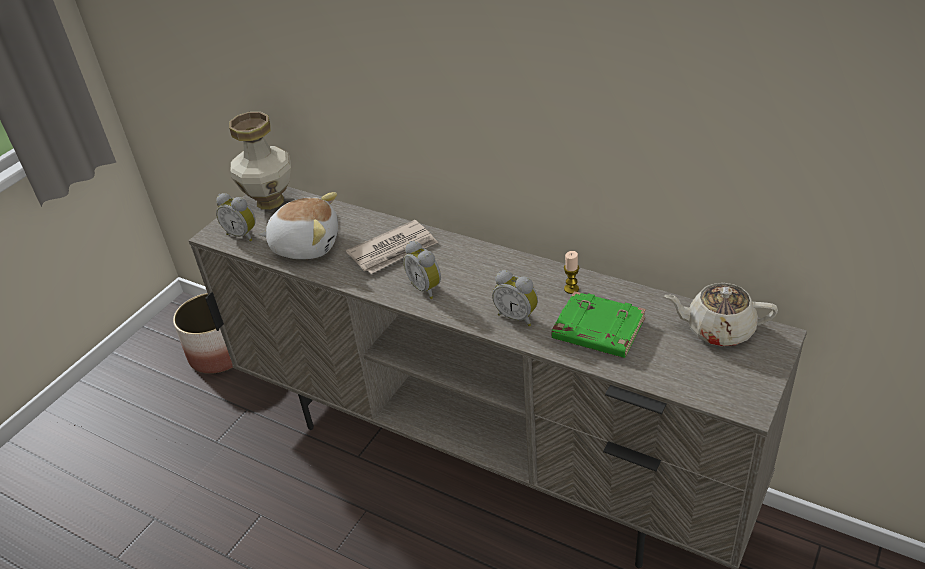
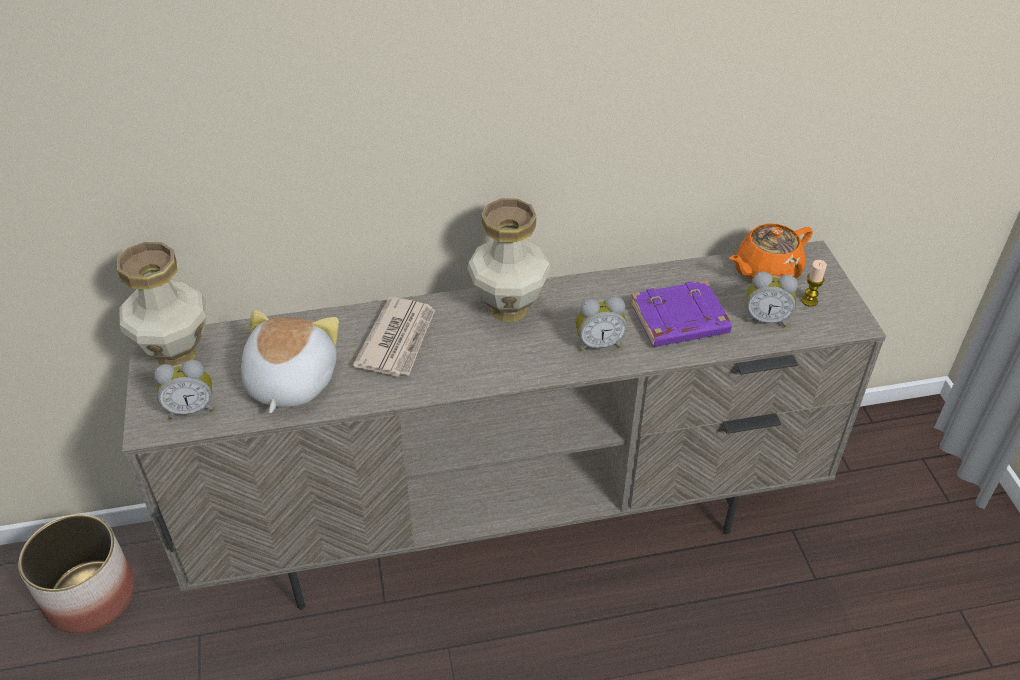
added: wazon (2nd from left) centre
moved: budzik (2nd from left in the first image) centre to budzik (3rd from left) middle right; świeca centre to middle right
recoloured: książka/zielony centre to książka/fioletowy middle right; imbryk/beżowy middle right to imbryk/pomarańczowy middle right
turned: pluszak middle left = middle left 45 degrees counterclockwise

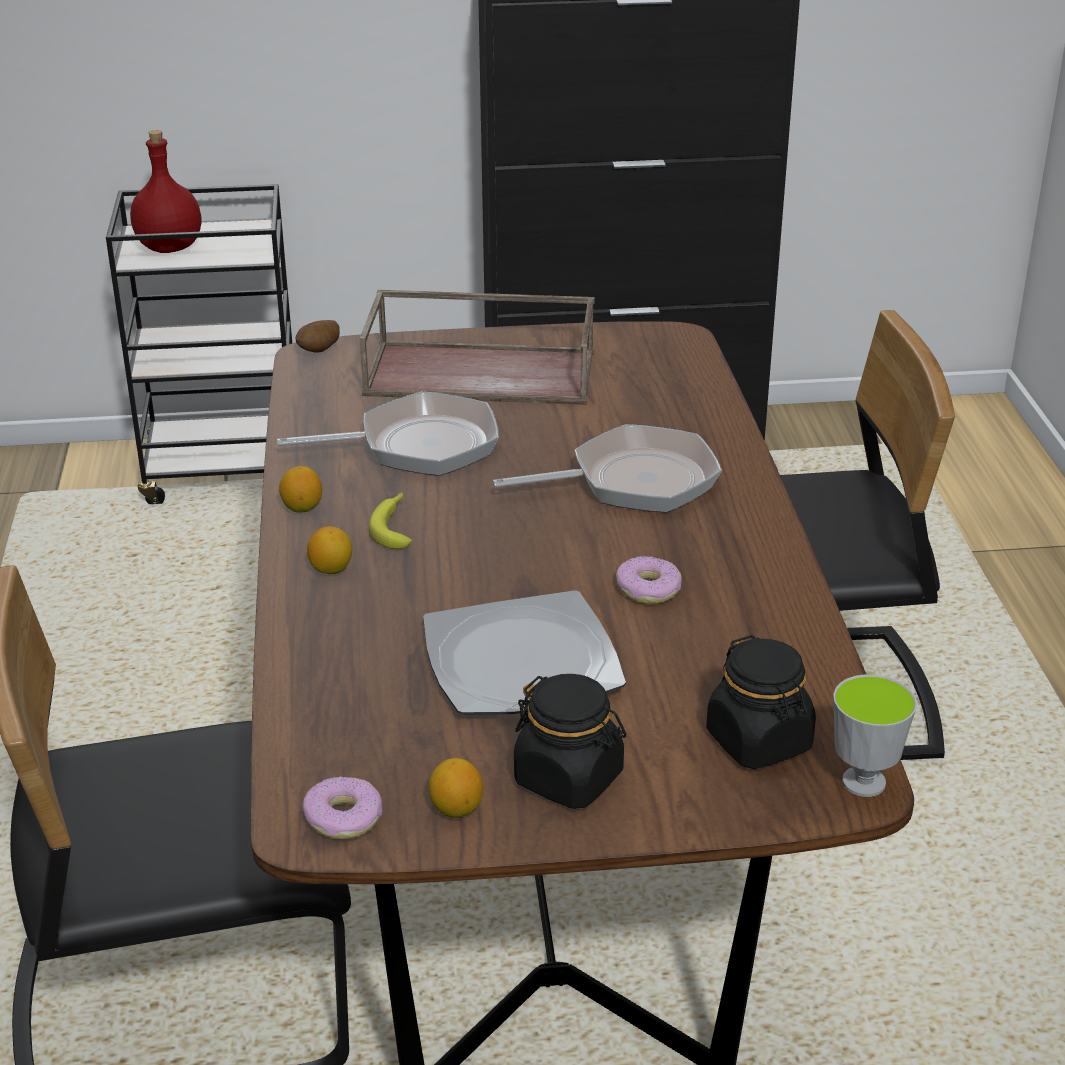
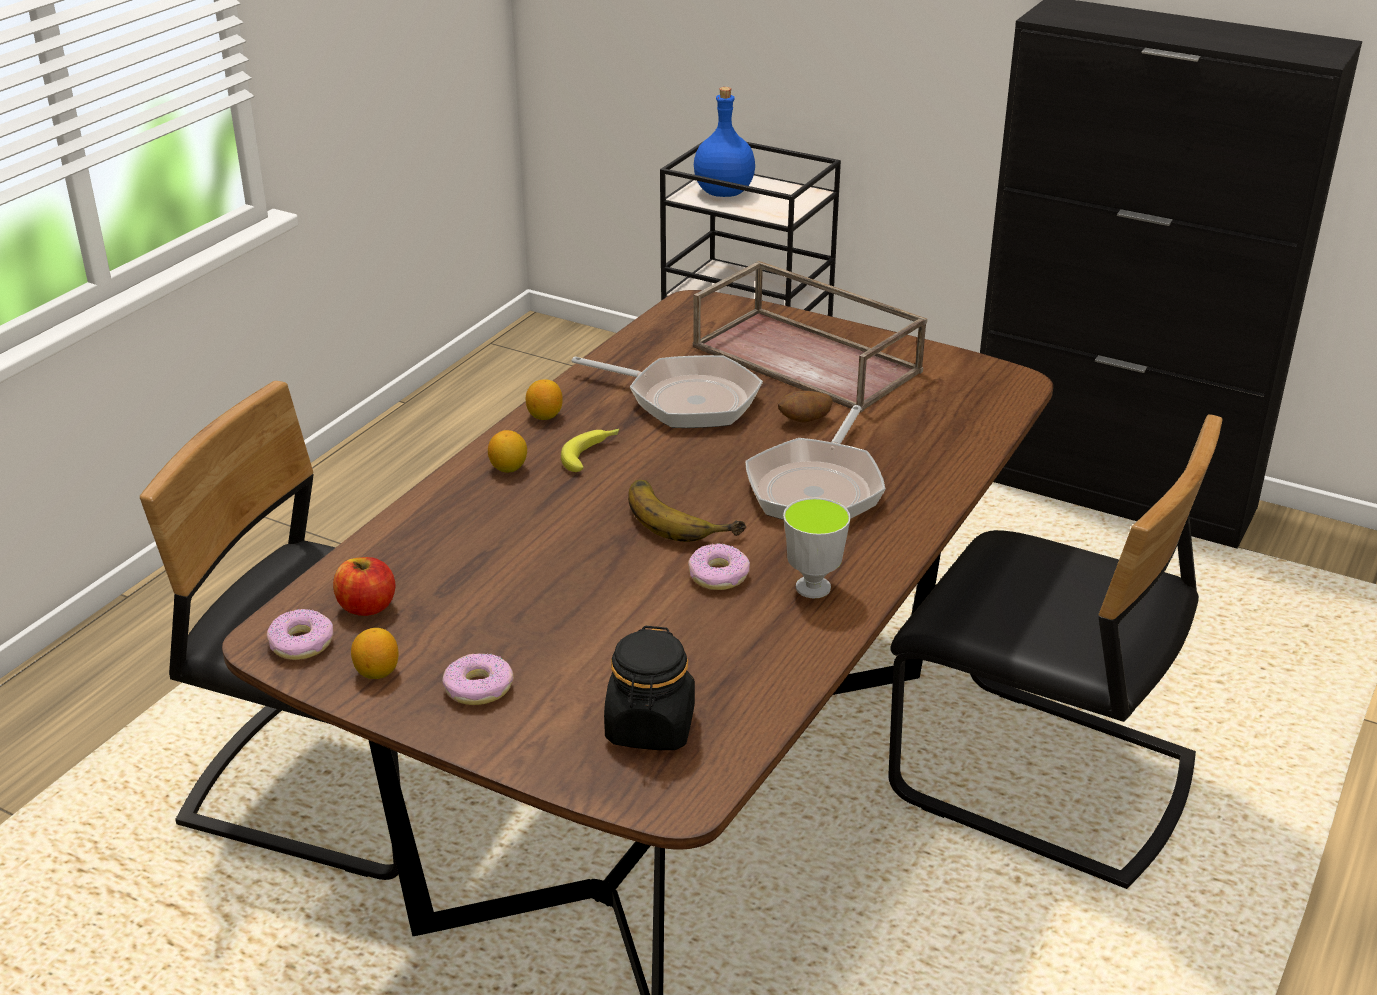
removed: talerz centre
added: jabłko middle left; banan (2nd from left) centre
moved: ziemniak top left to centre; filiżanka bottom right to centre
replaced: słoik/czarny (1st from left) bottom centre to donut (2nd from left) bottom centre
recoloured: butelka/czerwony top left to butelka/niebieski top centre
turned: patelnia (2nd from left) centre = centre 90 degrees clockwise

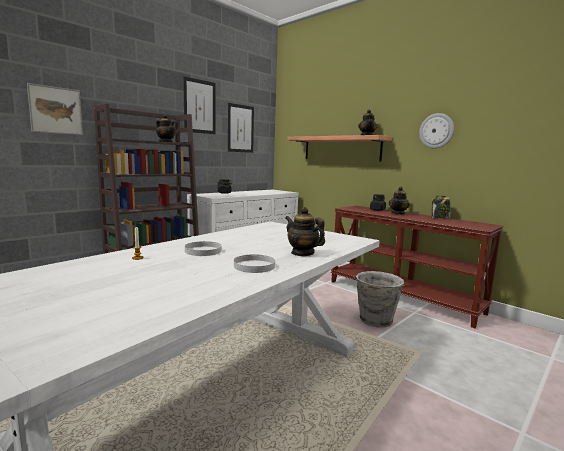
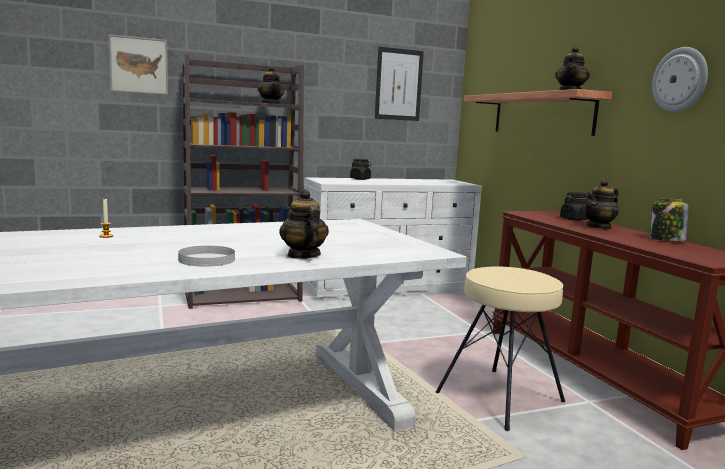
removed: obraz (2nd from left) top centre; talerz/biały (1st from left) centre
replaced: wiadro/szary middle right to stołek/beżowy bottom right

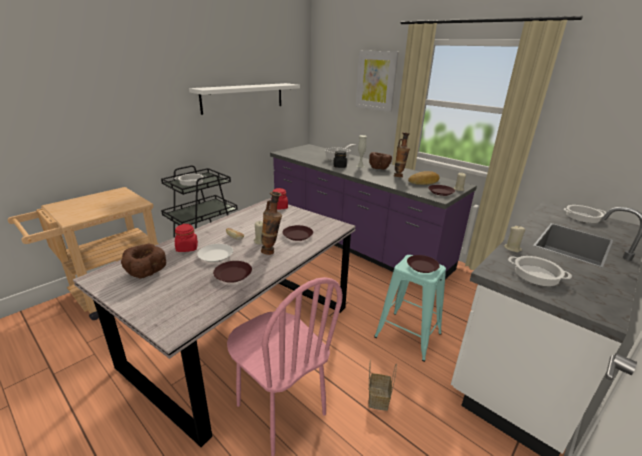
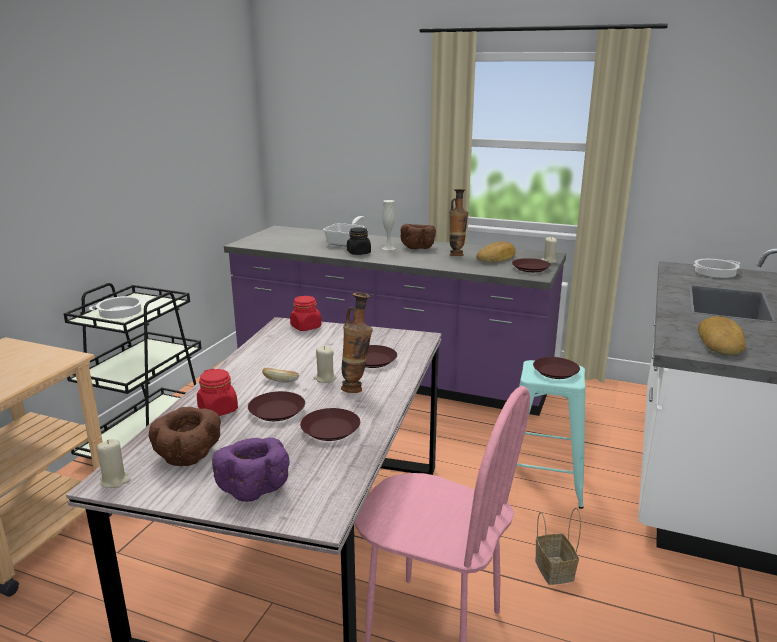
removed: półka/biały top centre; obraz top centre
added: miska/fioletowy bottom left
moved: świeca/beżowy (3rd from left in the first image) middle right to świeca/beżowy (1st from left) bottom left
replaced: garnek (2nd from left) middle right to chleb (3rd from left) middle right
recoloured: talerz/biały centre to talerz/brązowy (1st from left) centre

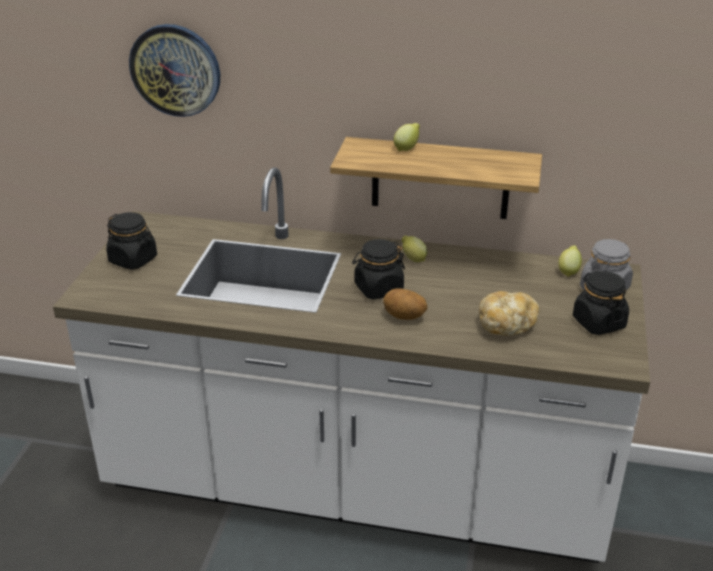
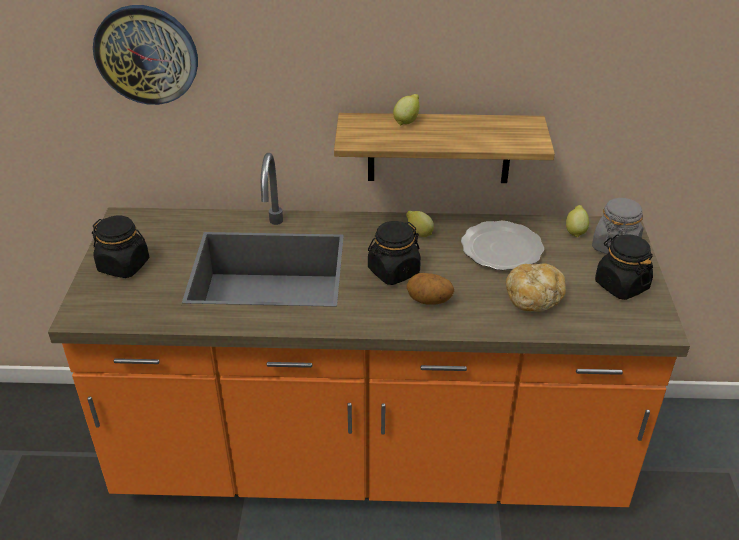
added: talerz middle right
recoloured: zabudowa kuchenna/biały centre to zabudowa kuchenna/pomarańczowy centre

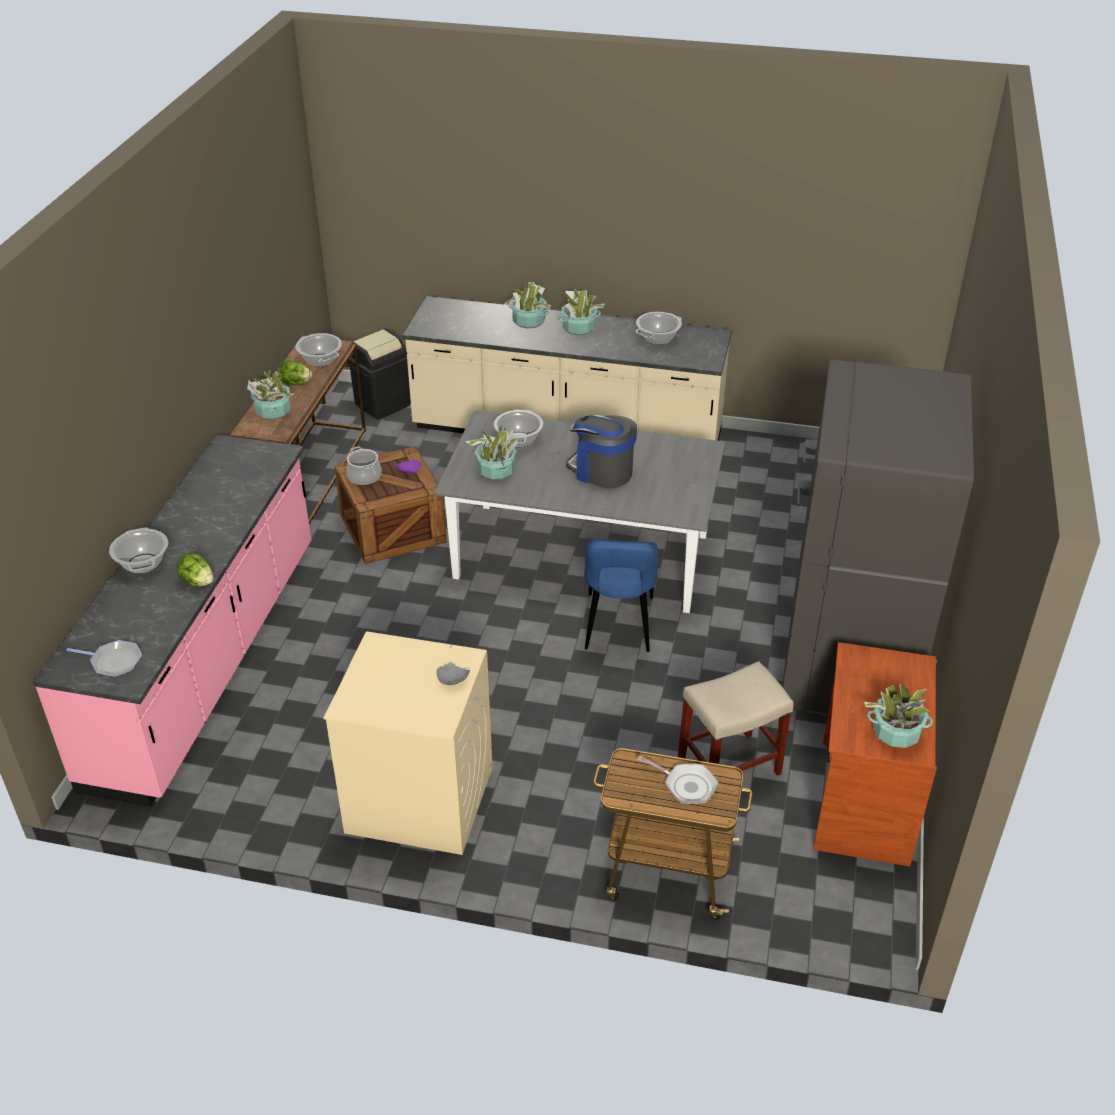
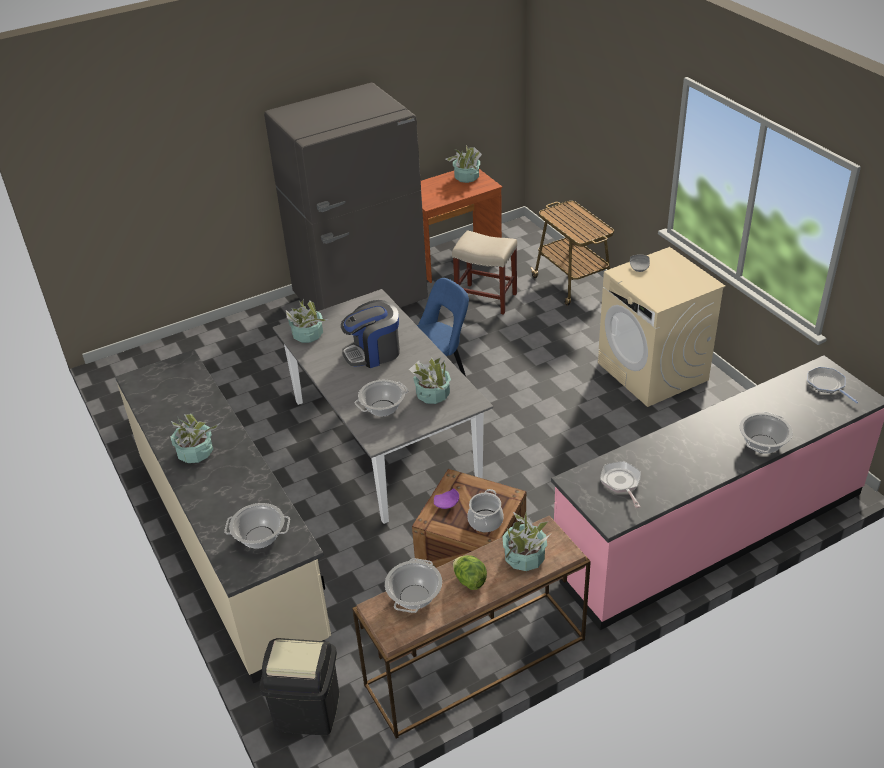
removed: sałata (1st from left) middle left
moved: garnek (5th from left in the first image) top centre to garnek (1st from left) bottom left; roślina doniczkowa (3rd from left in the first image) top centre to roślina doniczkowa (2nd from left) centre; patelnia (2nd from left in the first image) bottom centre to patelnia (1st from left) middle right
turned: ekspres do kawy centre = centre 75 degrees clockwise

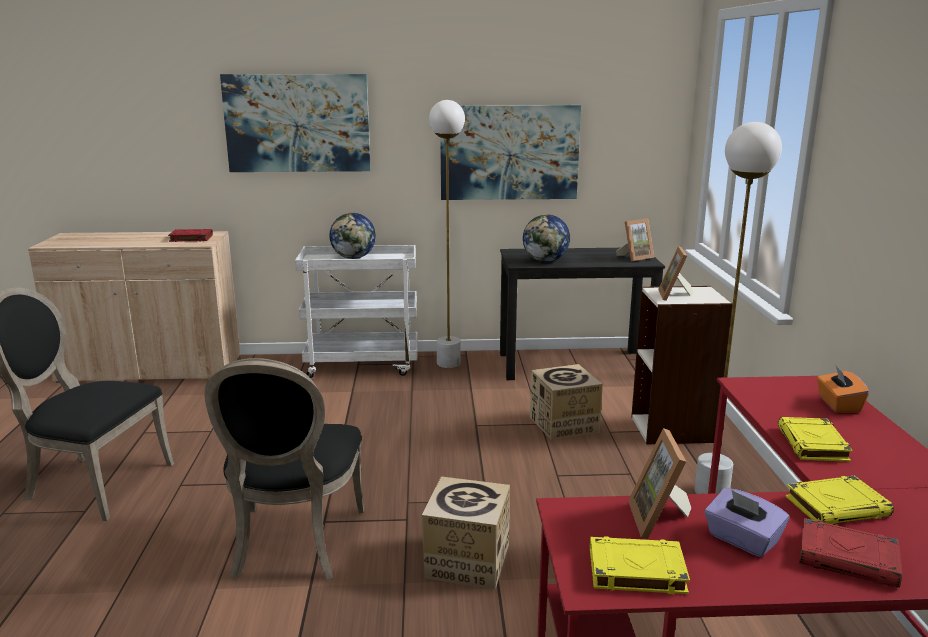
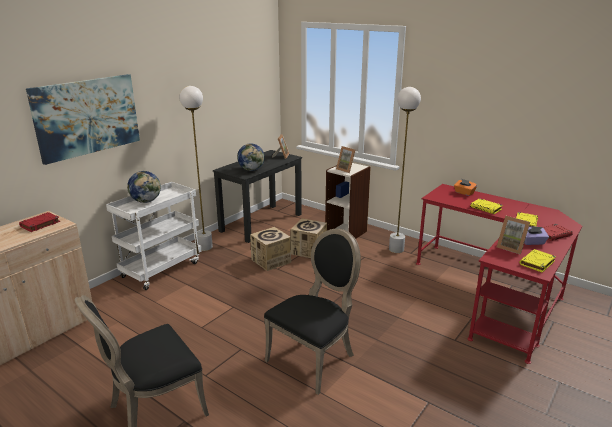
removed: obraz (2nd from left) top centre
moved: karton (1st from left) bottom centre to centre
turned: krzesło/czarny (2nd from left) bottom left = bottom centre 90 degrees counterclockwise

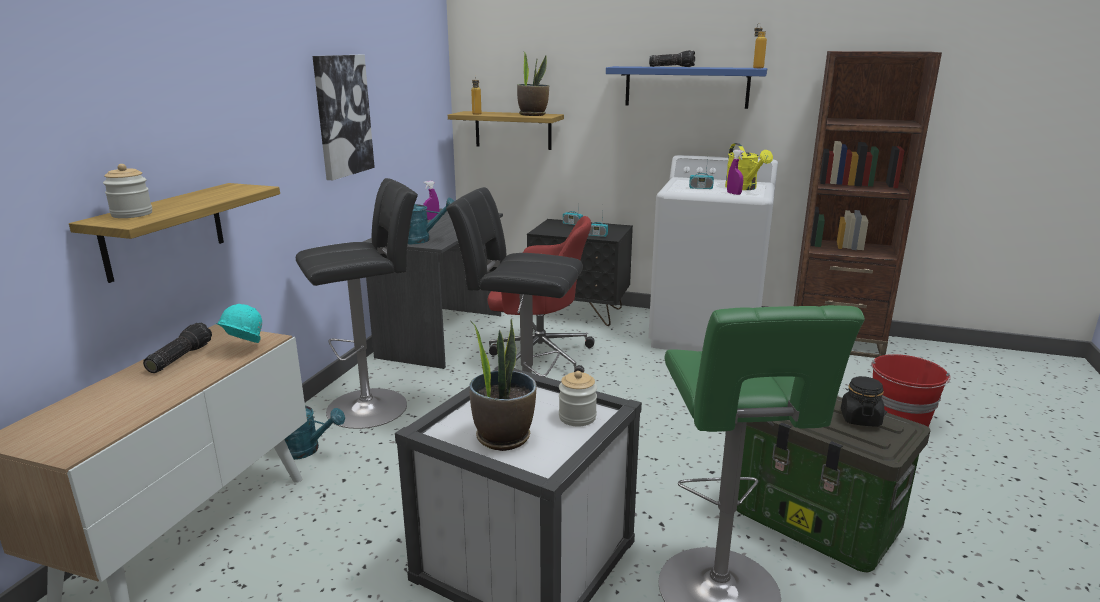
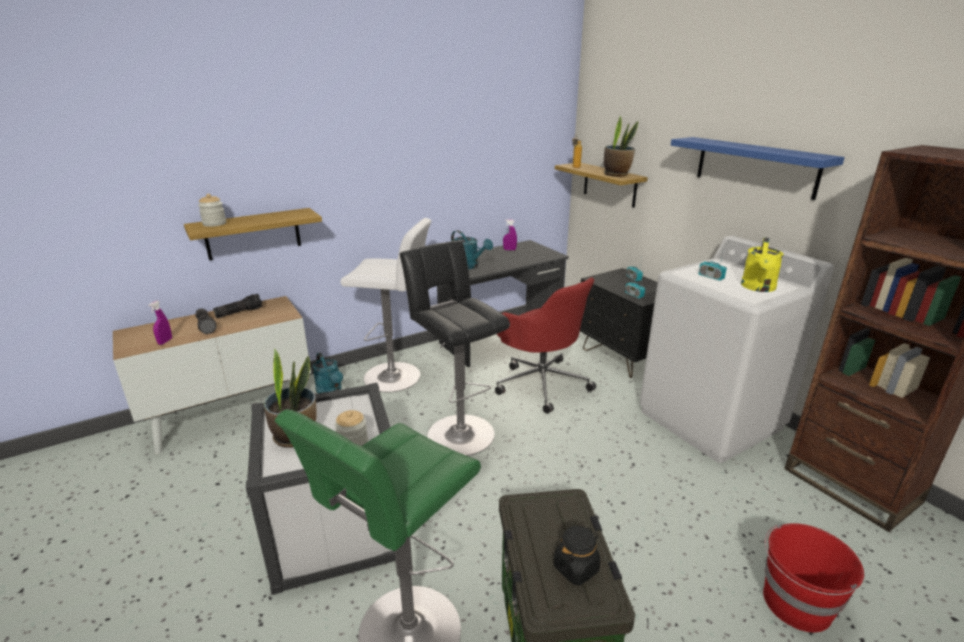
removed: kask/turkusowy middle left; obraz top left; butelka (2nd from left) top right
moved: spryskiwacz/fioletowy (2nd from left in the first image) top right to spryskiwacz/fioletowy (1st from left) middle left; latarka (2nd from left in the first image) top centre to latarka (1st from left) middle left
recoloured: stołek/czarny (1st from left) middle left to stołek/biały centre

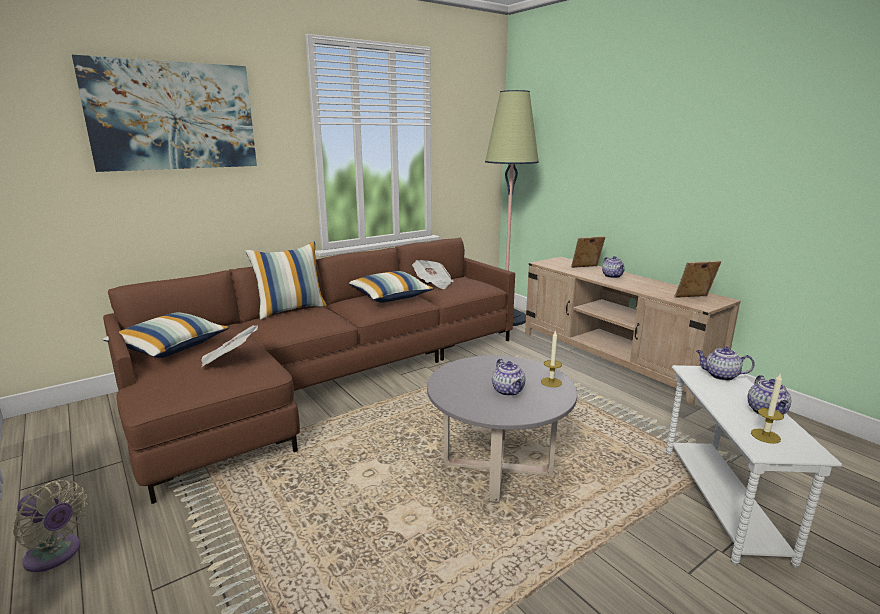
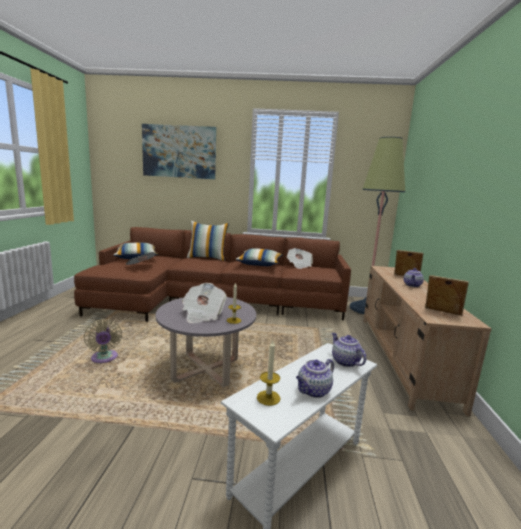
moved: wentylator/beżowy bottom left to middle left
replaced: imbryk (1st from left) centre to gazeta (2nd from left) centre

